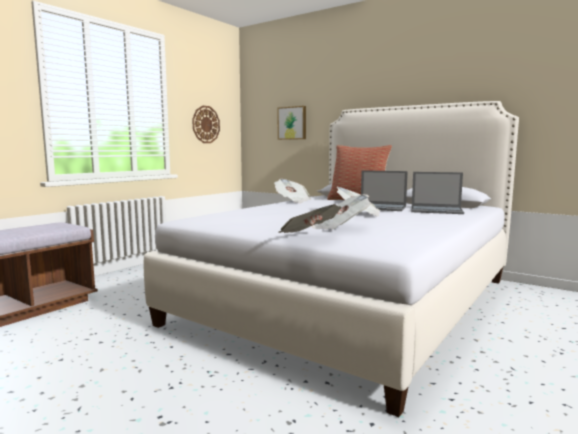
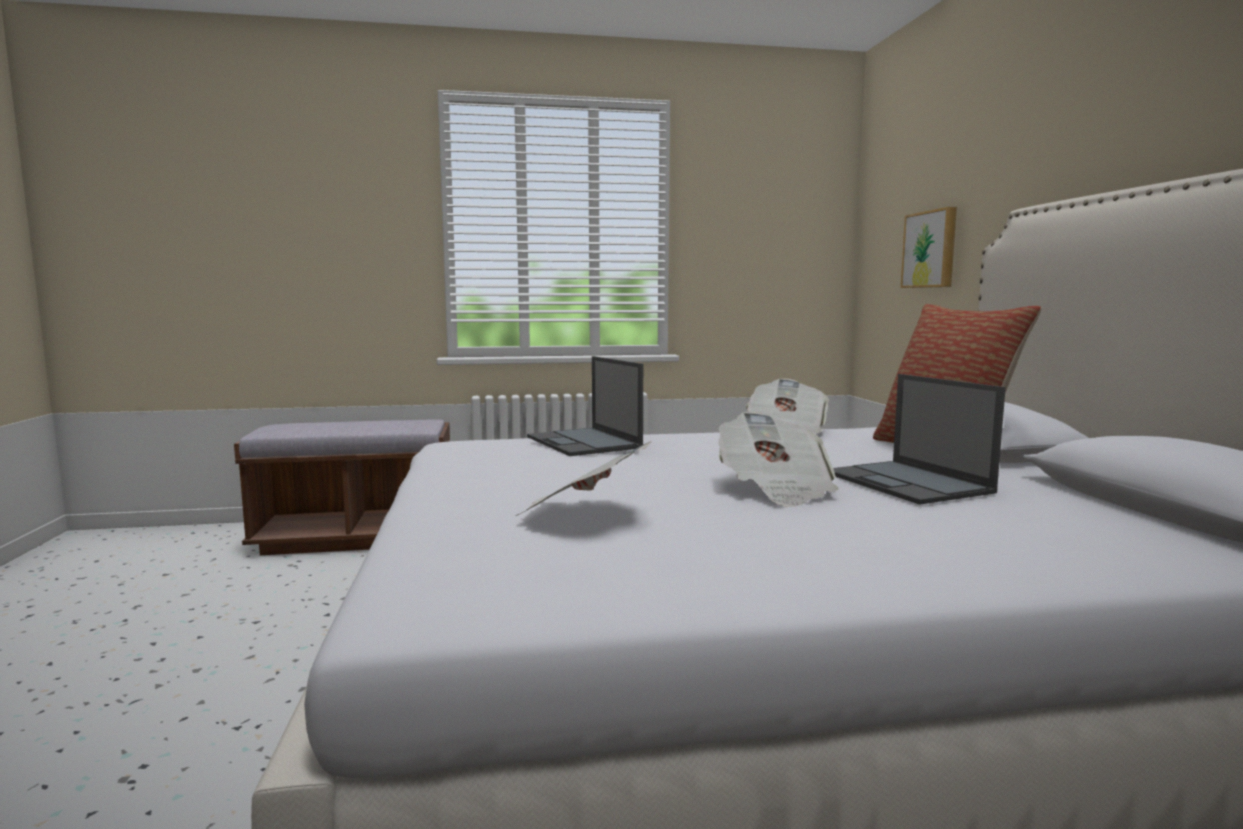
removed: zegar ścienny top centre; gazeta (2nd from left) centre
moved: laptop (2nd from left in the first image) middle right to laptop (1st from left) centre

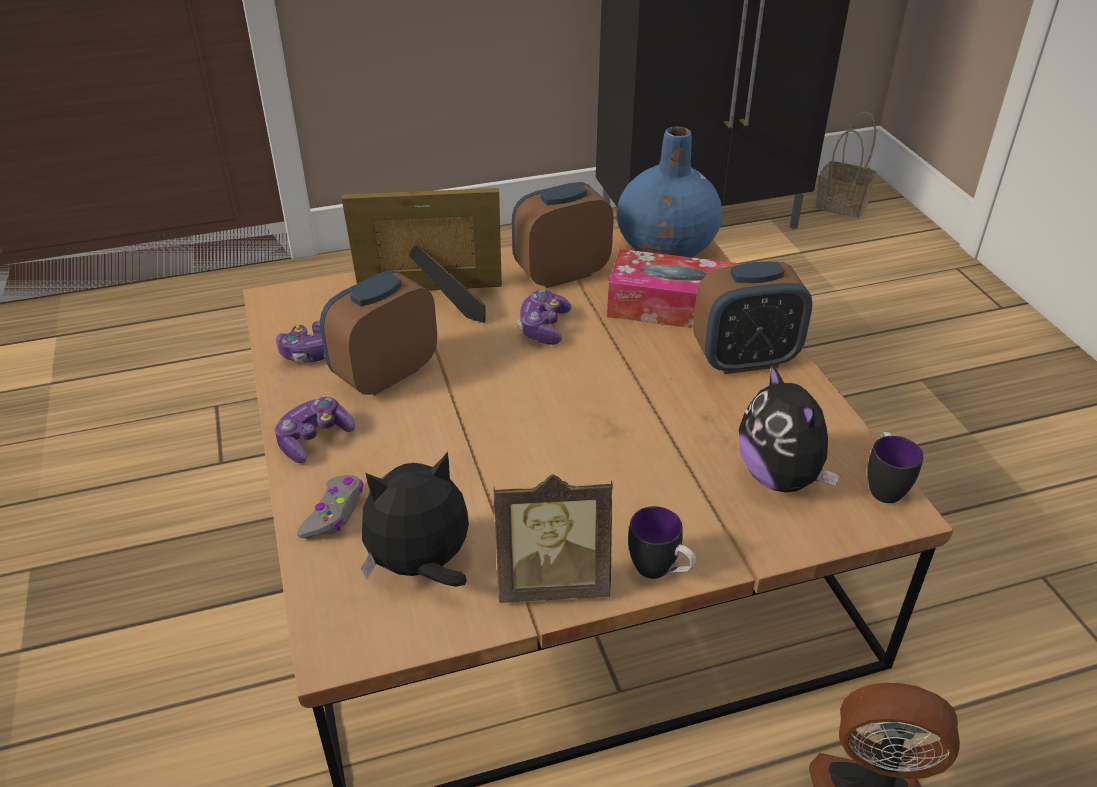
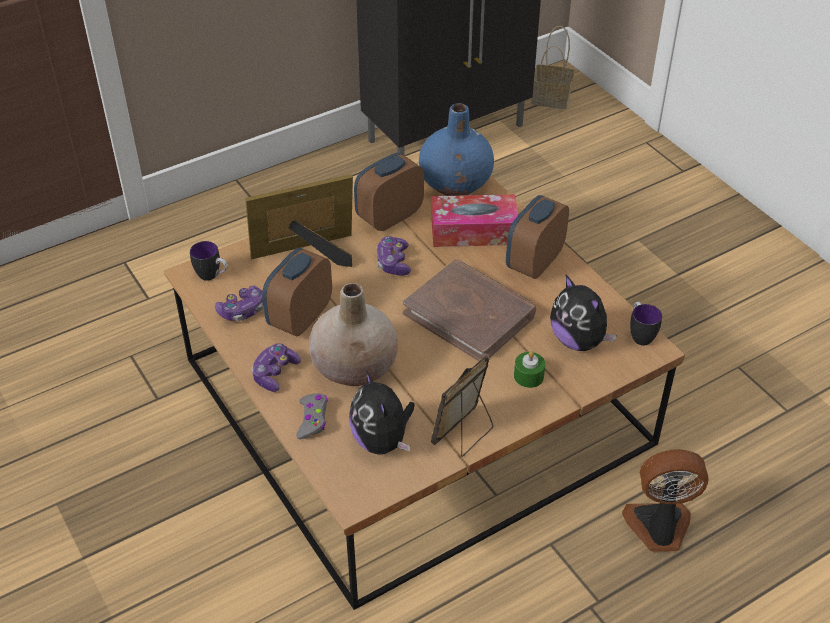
added: wazon/beżowy centre; książka/brązowy centre; świeca/zielony centre
moved: kubek (1st from left) bottom centre to middle left
turned: pluszak (1st from left) centre = centre 75 degrees counterclockwise; ramka na zdjęcie (2nd from left) bottom centre = centre 150 degrees clockwise; budzik (3rd from left) middle right = centre 150 degrees clockwise

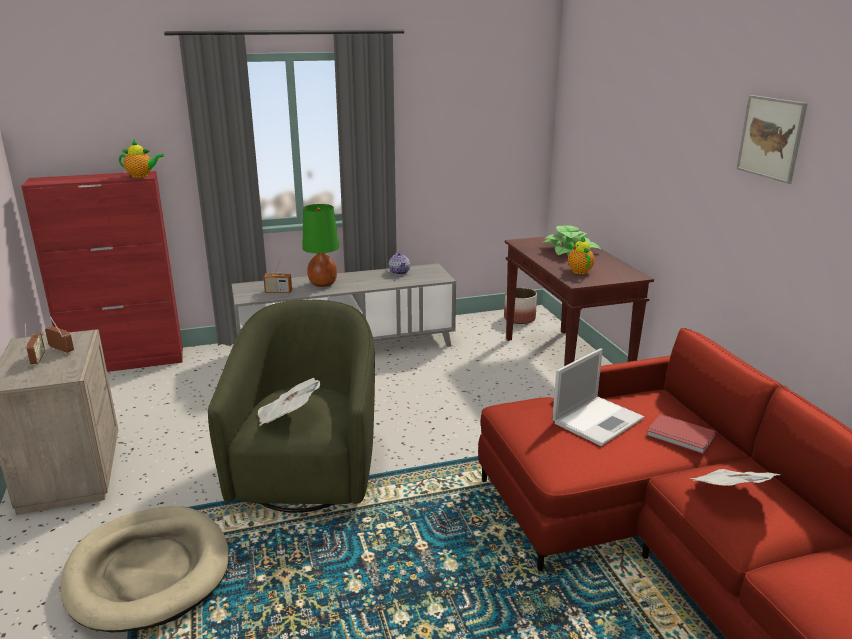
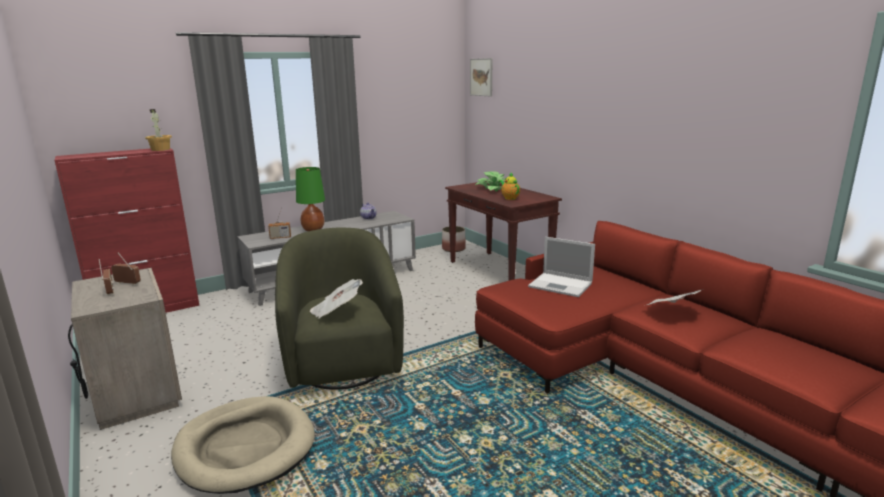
removed: książka/czerwony bottom right
moved: obraz top right to top centre
replaced: imbryk (1st from left) top left to roślina doniczkowa (1st from left) top left
turned: laptop middle right = centre 90 degrees clockwise

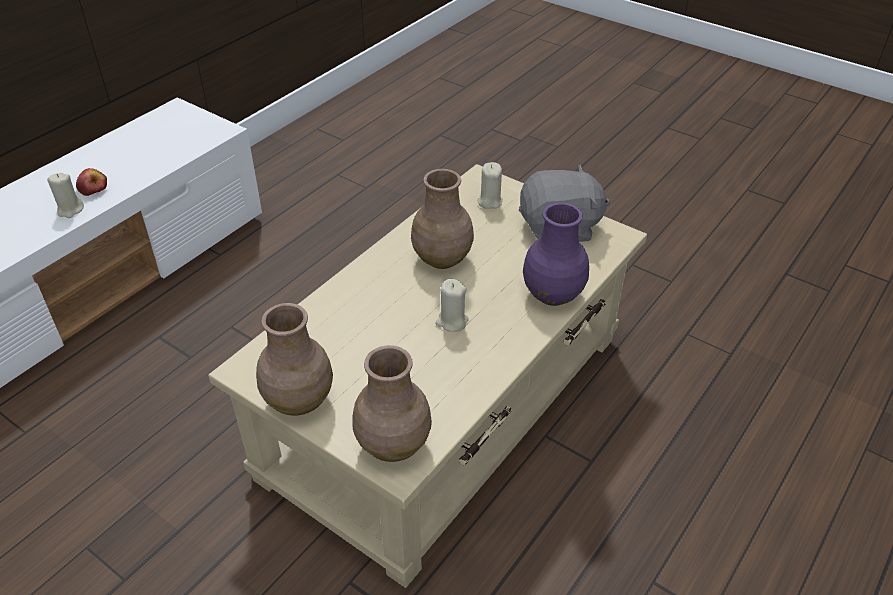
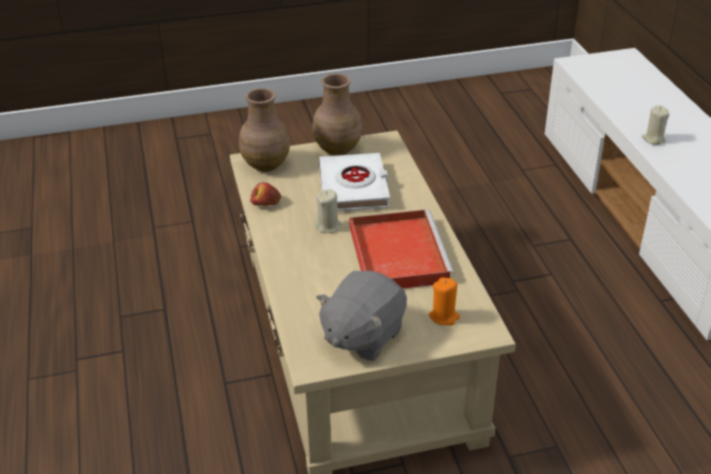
removed: wazon/fioletowy centre
added: książka/biały centre
moved: jabłko top left to centre
replaced: wazon/brązowy (3rd from left) centre to taca/czerwony centre
recoloured: świeca/beżowy (3rd from left) top centre to świeca/pomarańczowy centre

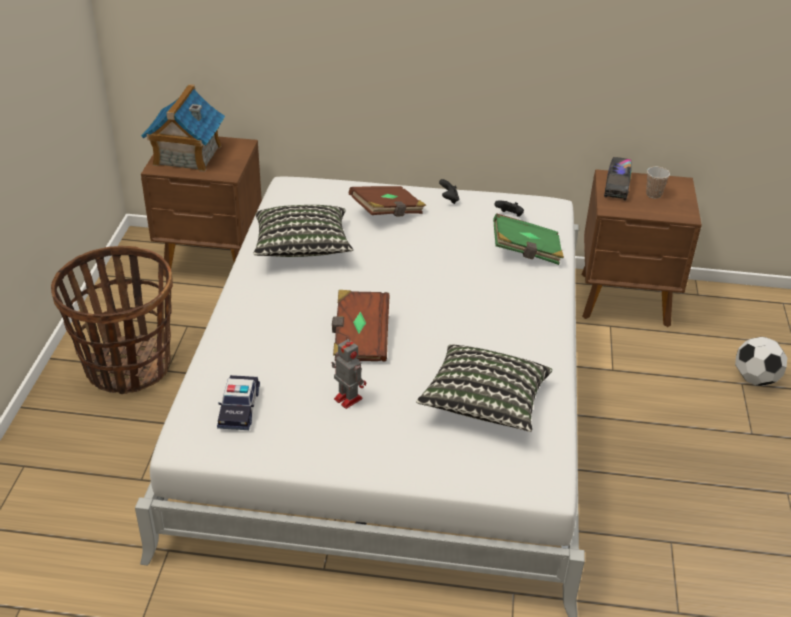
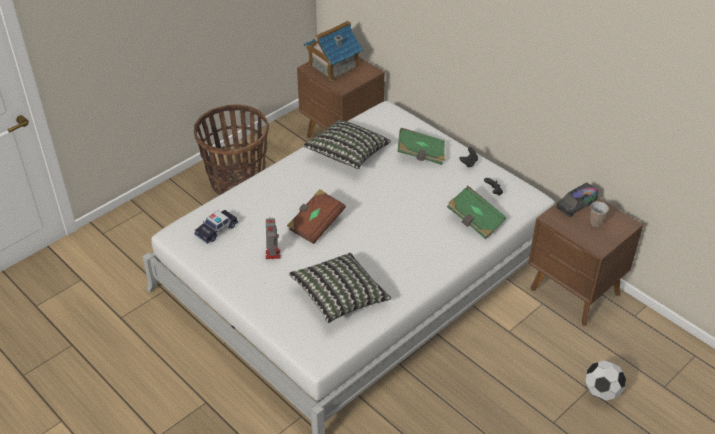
recoloured: książka/brązowy (2nd from left) top centre to książka/zielony (1st from left) centre

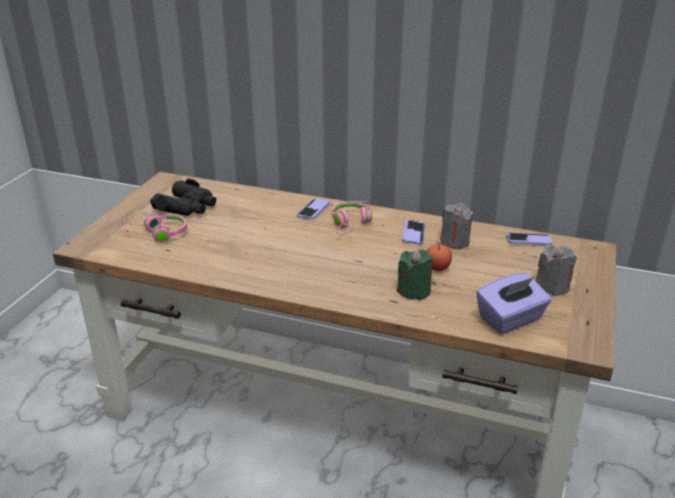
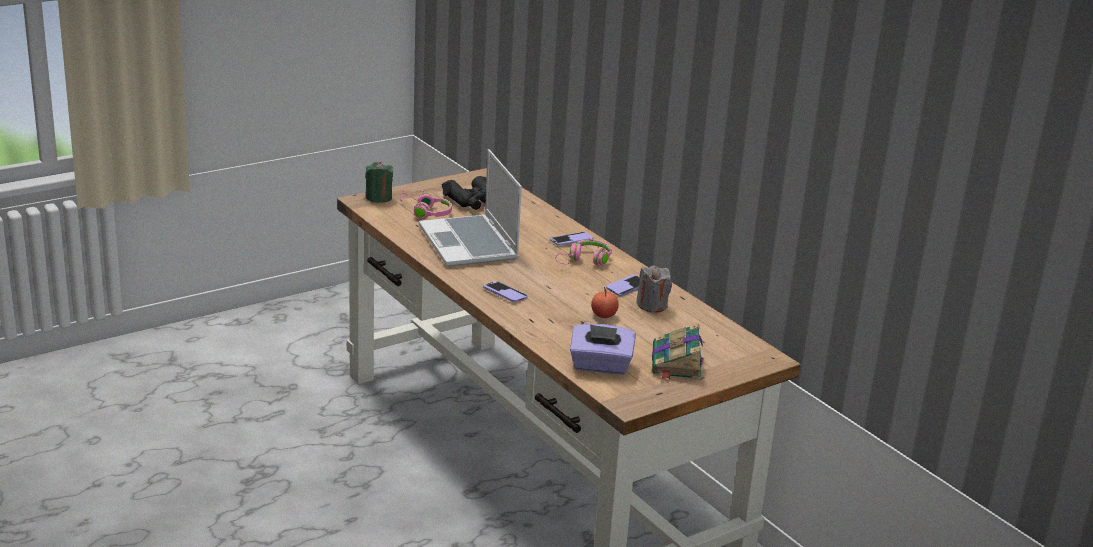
added: laptop centre
moved: świeca/zielony centre to top centre; telefon (3rd from left in the first image) middle right to telefon (1st from left) centre
replaced: świeca/szary (2nd from left) middle right to książka centre

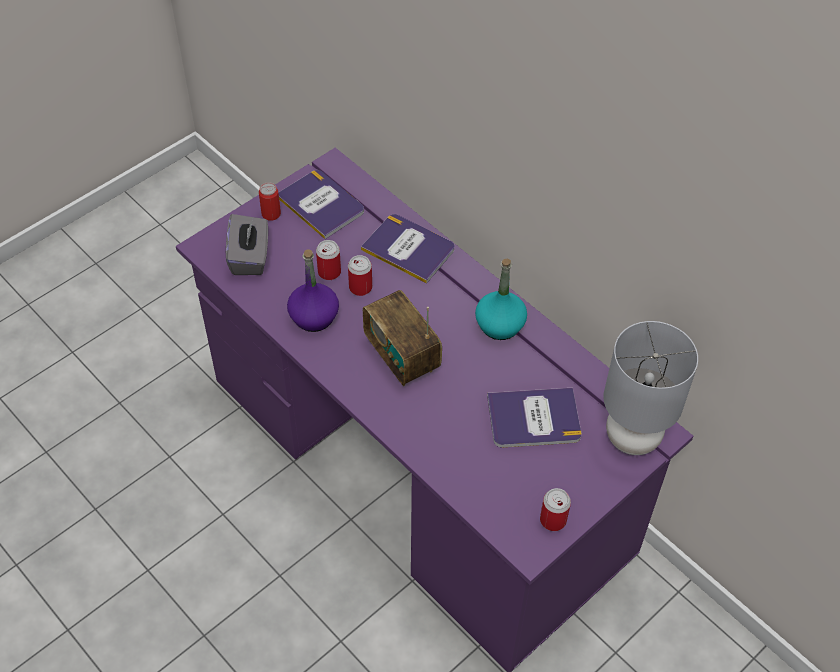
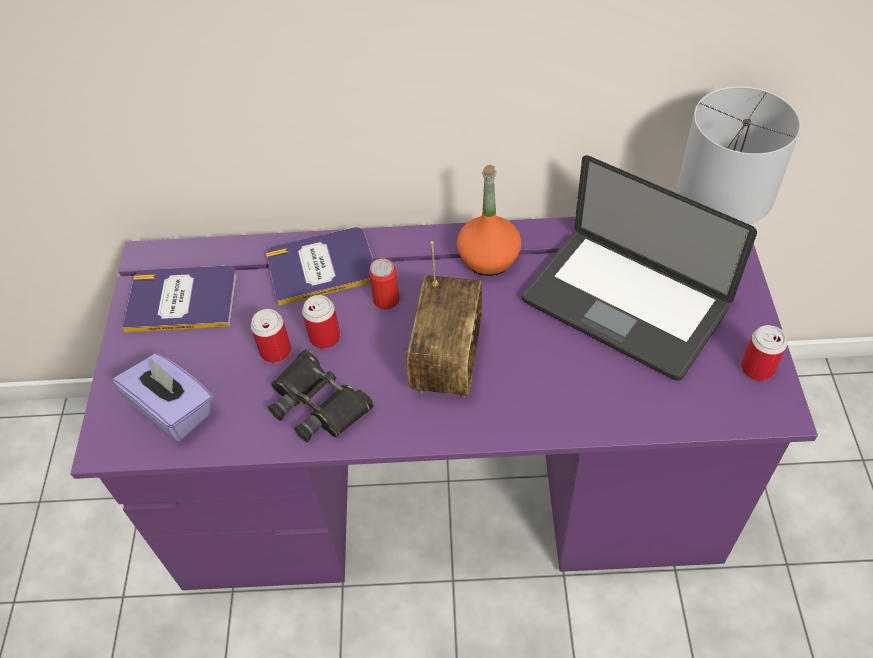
moved: puszka (1st from left in the first image) top left to puszka (3rd from left) centre
replaced: butelka/fioletowy centre to lornetka/czarny centre; książka (3rd from left) centre to laptop middle right
recoloured: pudełko chusteczek/szary middle left to pudełko chusteczek/fioletowy middle left; butelka/turkusowy centre to butelka/pomarańczowy centre
turned: radio centre = centre 90 degrees counterclockwise

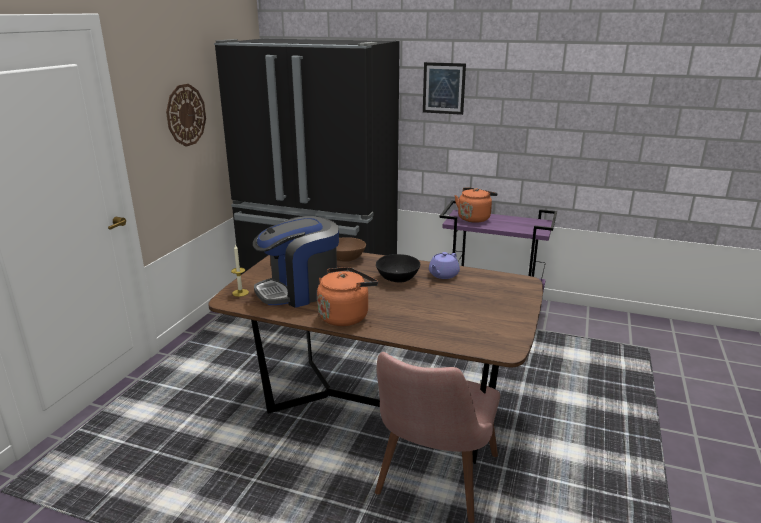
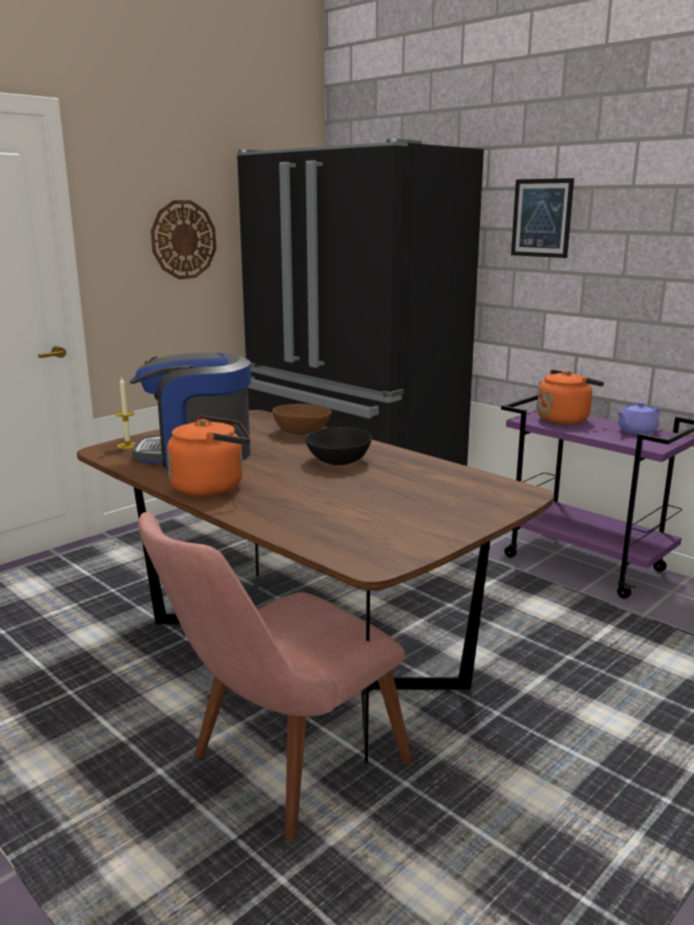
moved: imbryk/fioletowy centre to middle right

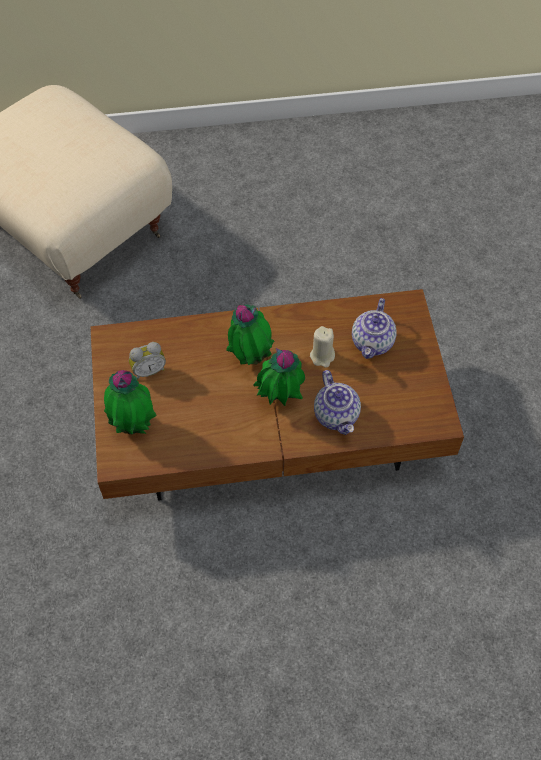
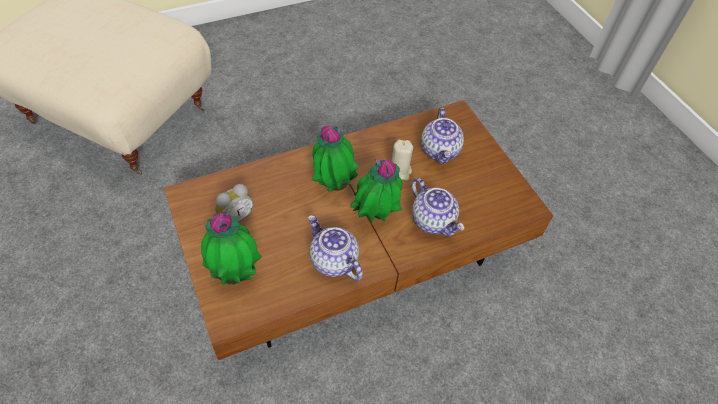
added: imbryk (1st from left) centre

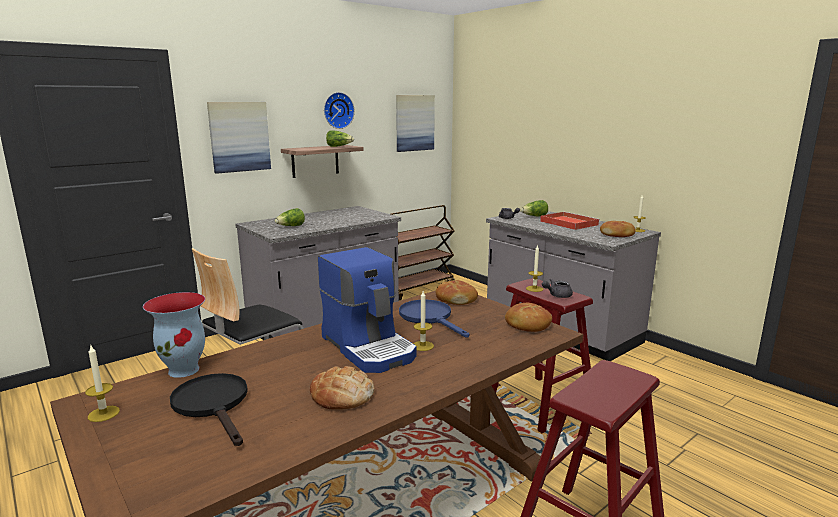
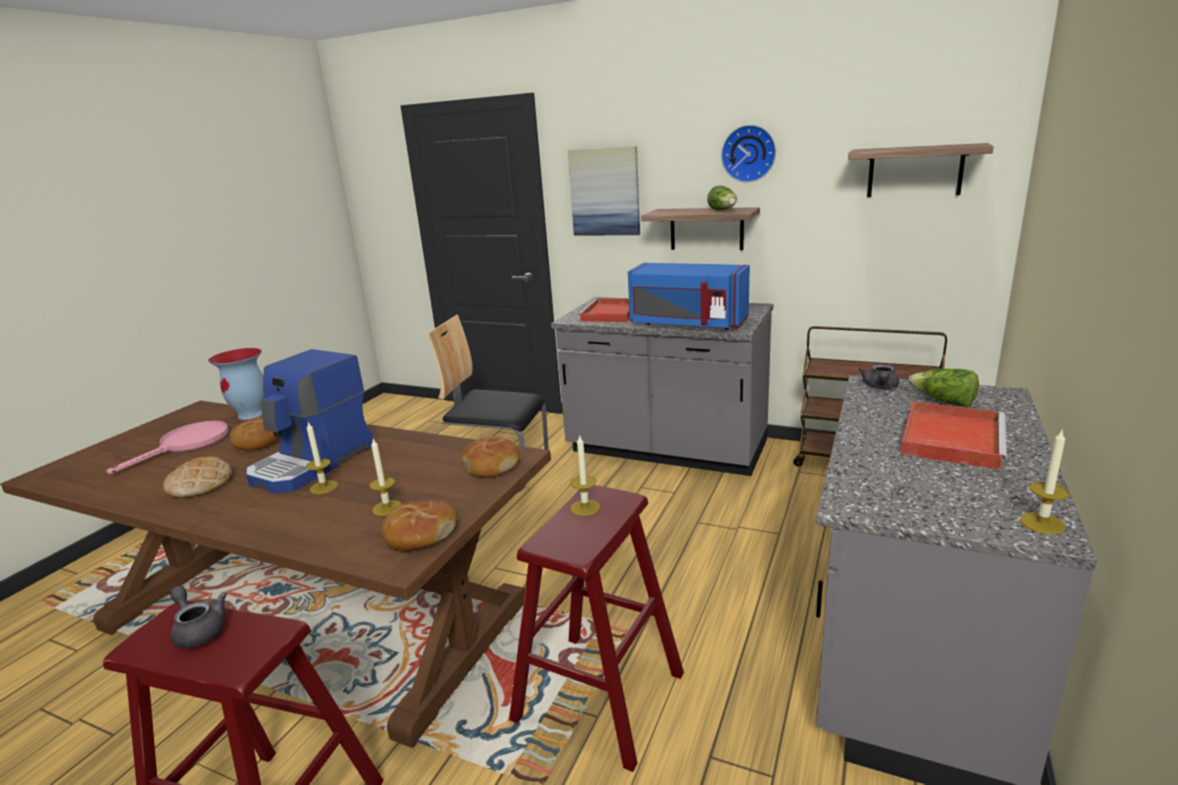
removed: patelnia/niebieski centre
added: mikrofalówka/niebieski centre
moved: imbryk/szary (2nd from left in the first image) centre to imbryk/szary (1st from left) bottom left; chleb (4th from left in the first image) middle right to chleb (2nd from left) middle left; świeca (1st from left in the first image) bottom left to świeca (2nd from left) middle left
replaced: sałata (1st from left) centre to taca/czerwony (1st from left) centre; obraz (2nd from left) top centre to półka (2nd from left) top right
recoloured: patelnia/czarny bottom left to patelnia/różowy middle left

